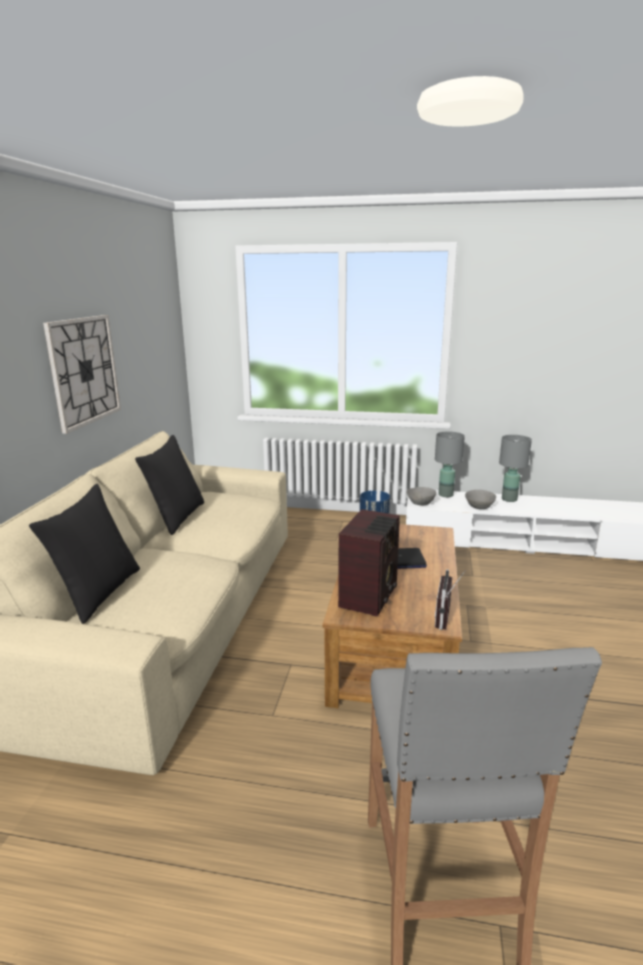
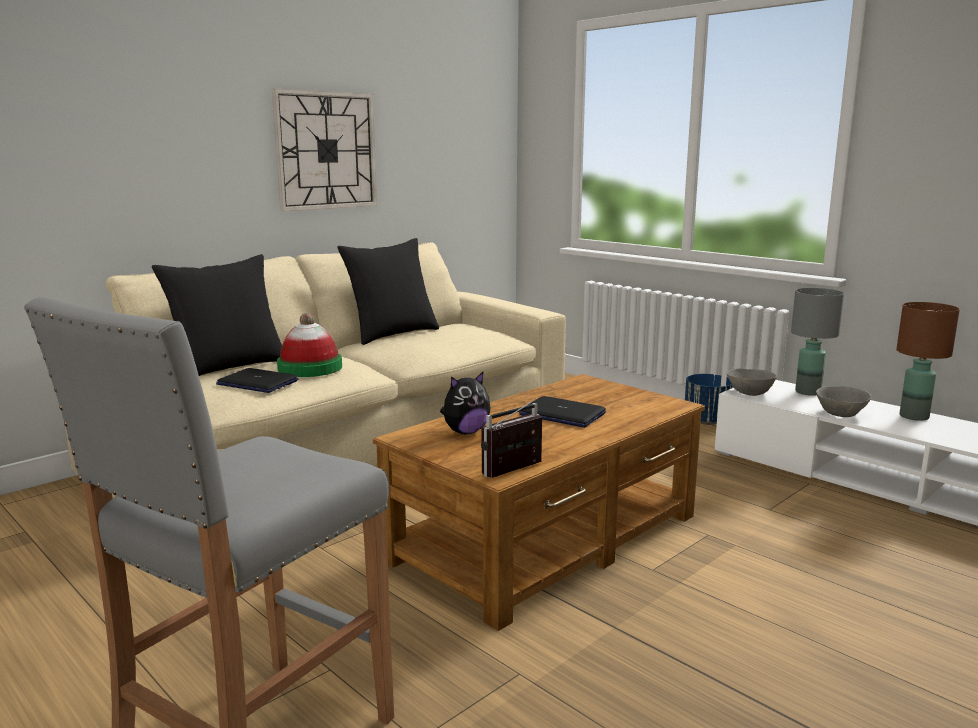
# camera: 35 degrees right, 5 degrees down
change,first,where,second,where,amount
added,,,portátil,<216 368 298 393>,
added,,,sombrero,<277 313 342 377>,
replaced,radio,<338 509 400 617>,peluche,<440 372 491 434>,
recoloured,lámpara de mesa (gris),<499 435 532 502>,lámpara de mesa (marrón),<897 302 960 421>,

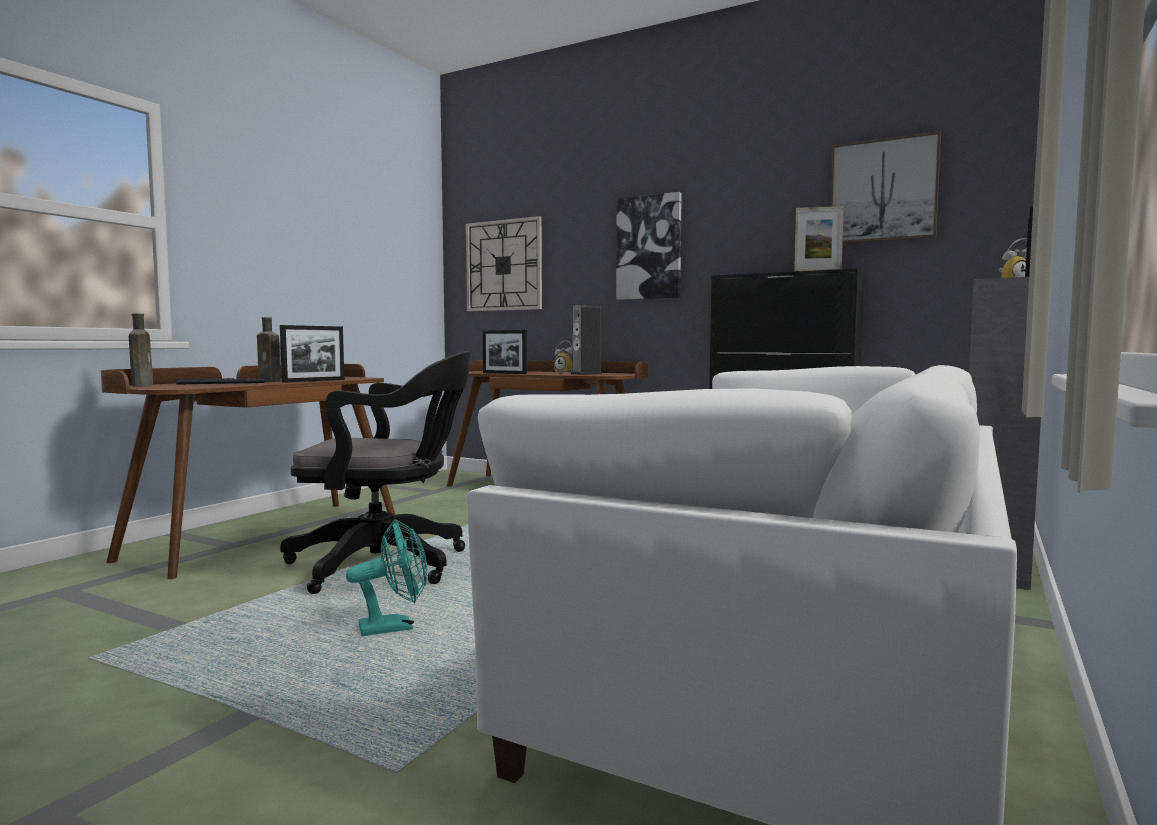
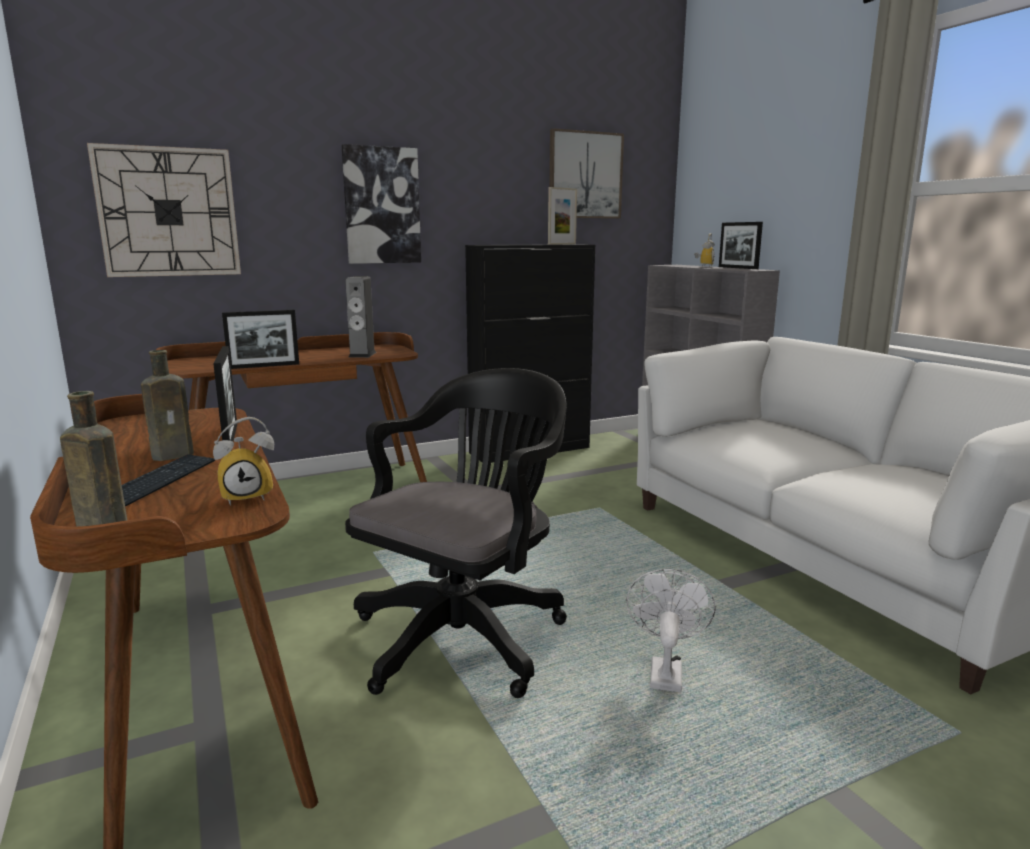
# camera: 55 degrees left, 10 degrees up
change,first,where,second,where,amount
moved,despertador,<554 340 573 374>,,<213 417 274 505>,
recoloured,ventilador (turquesa),<346 519 427 636>,ventilador (blanco),<626 569 716 692>,

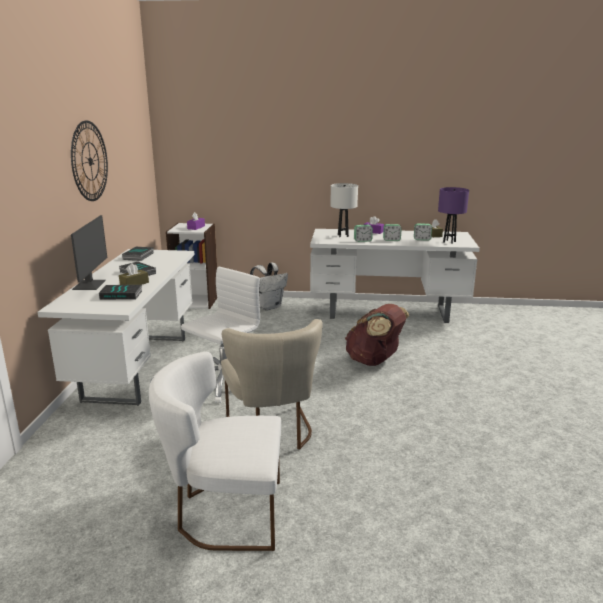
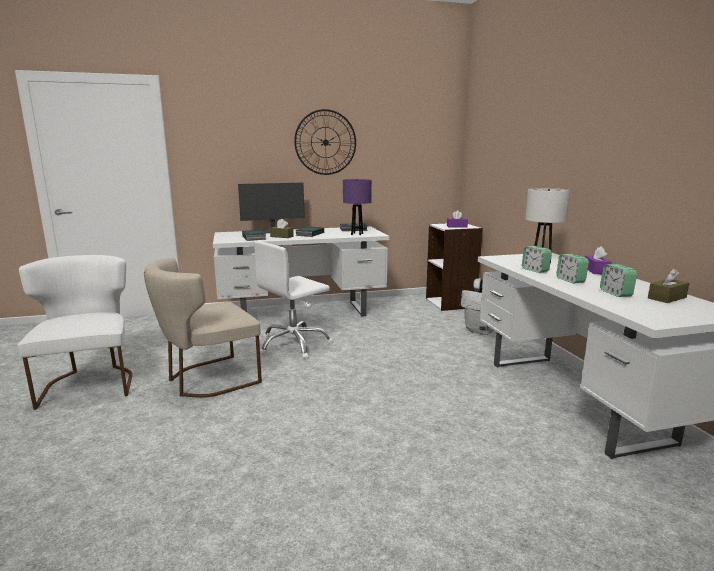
# camera: 70 degrees right, 5 degrees down
change,first,where,second,where,amount
turned,silla de oficina (blanco),<181 267 260 403>,,<253 241 333 359>,120 degrees clockwise
moved,lámpara de mesa (morado),<438 187 469 244>,,<343 179 372 235>,
removed,mochila (marrón),<345 304 409 366>,,,

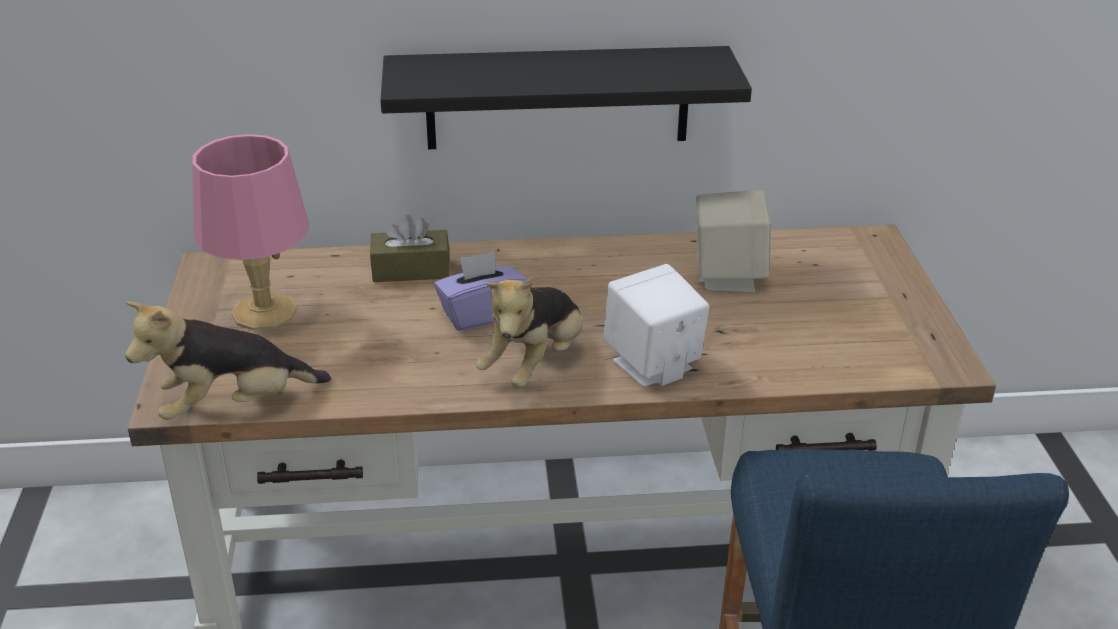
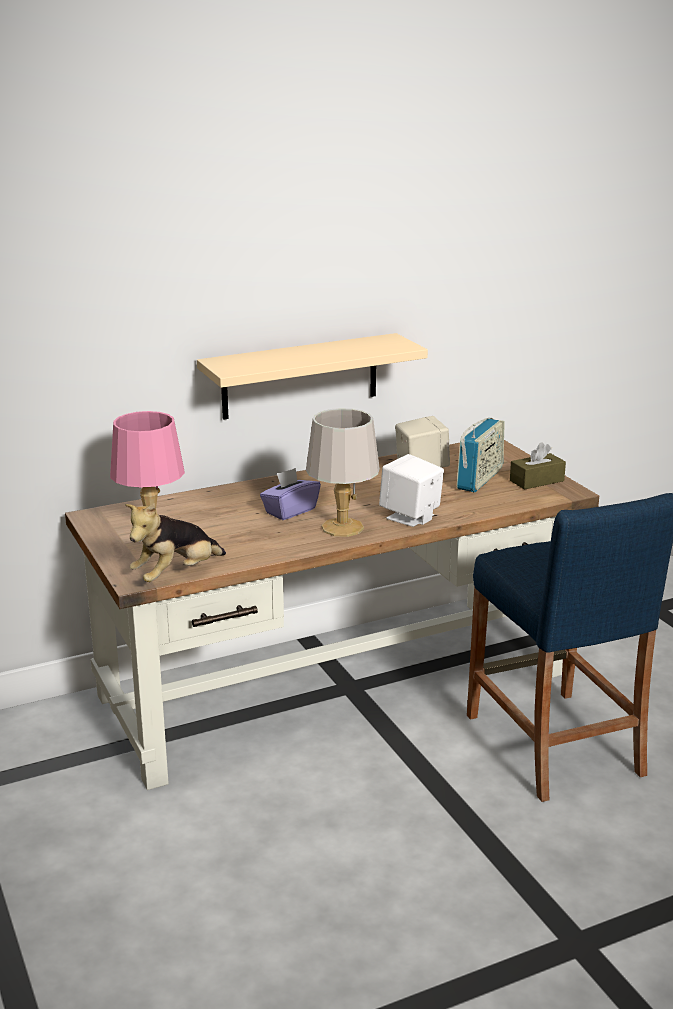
# camera: 20 degrees left, 10 degrees down
change,first,where,second,where,amount
recoloured,estante (negro),<380 46 752 149>,estante (beis),<197 333 428 420>,
replaced,peluche,<476 276 583 388>,lámpara de mesa (gris),<306 408 380 537>,
added,,,radio,<457 418 505 493>,
moved,caja de pañuelos (marrón),<370 214 450 282>,,<510 442 566 490>,

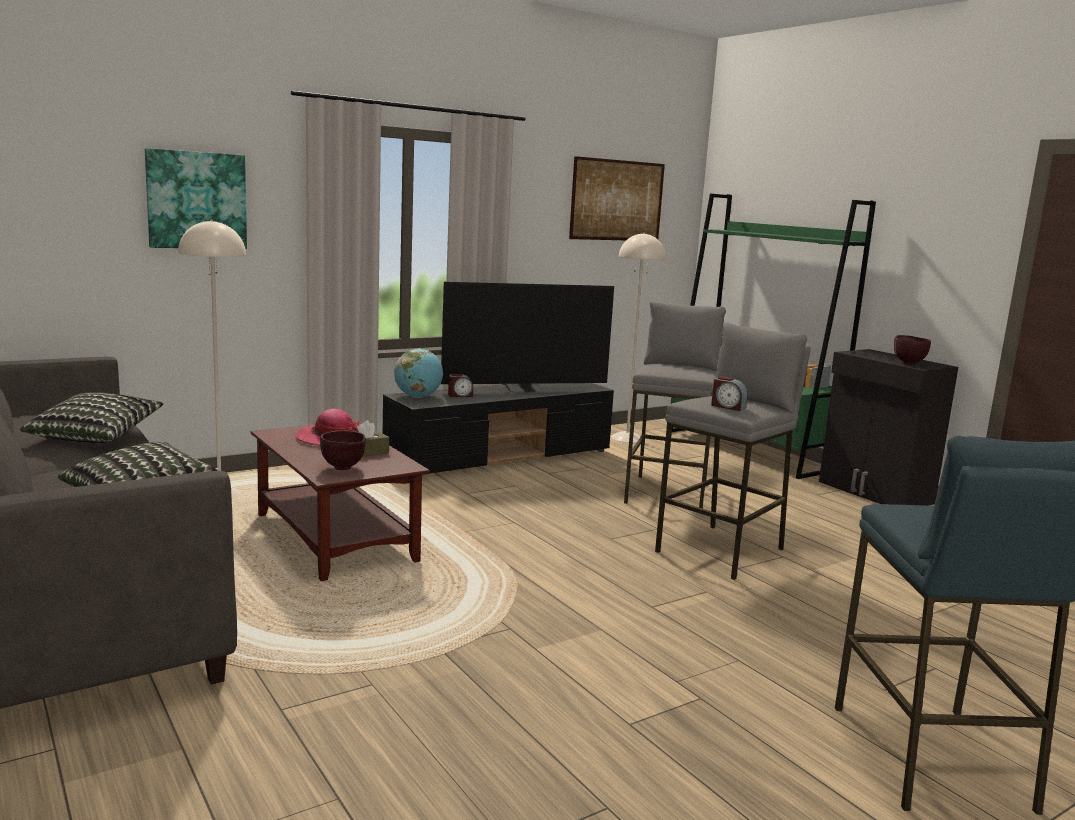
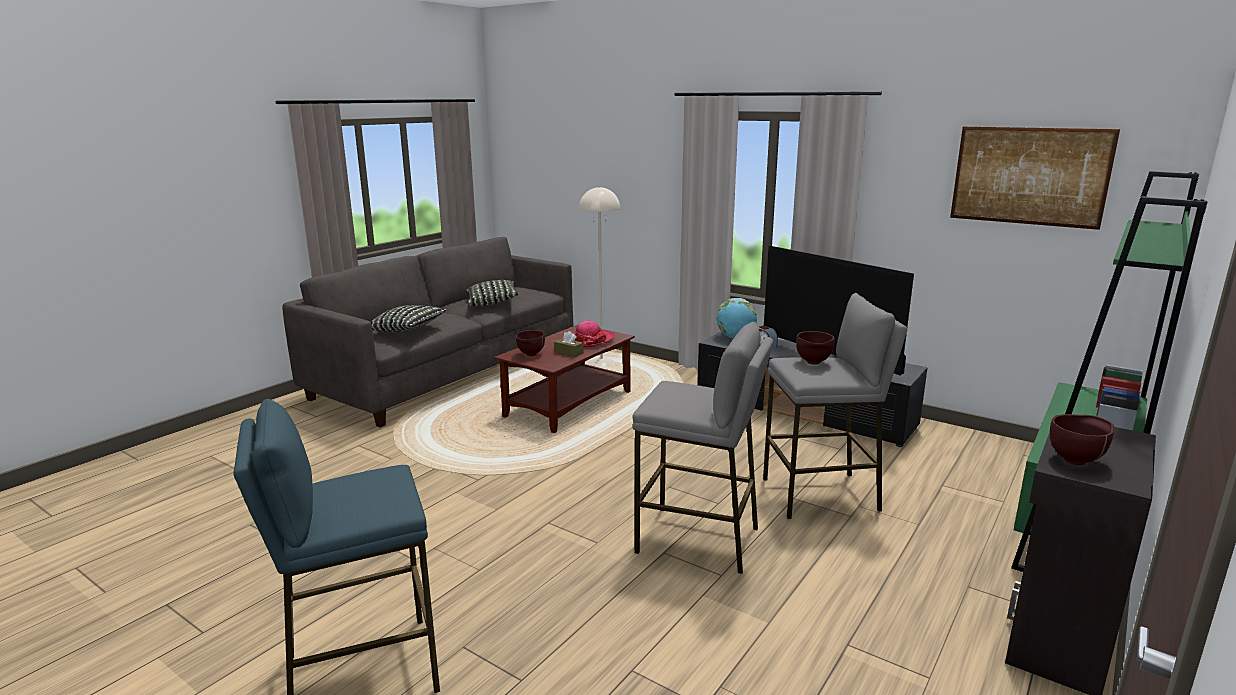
# camera: 70 degrees right, 5 degrees up
change,first,where,second,where,amount
added,,,cuenco (marrón),<796 331 835 365>,
removed,cuadro,<145 148 247 249>,,,
removed,lámpara de pie (beis),<611 232 666 443>,,,
removed,despertador,<711 376 748 411>,,,

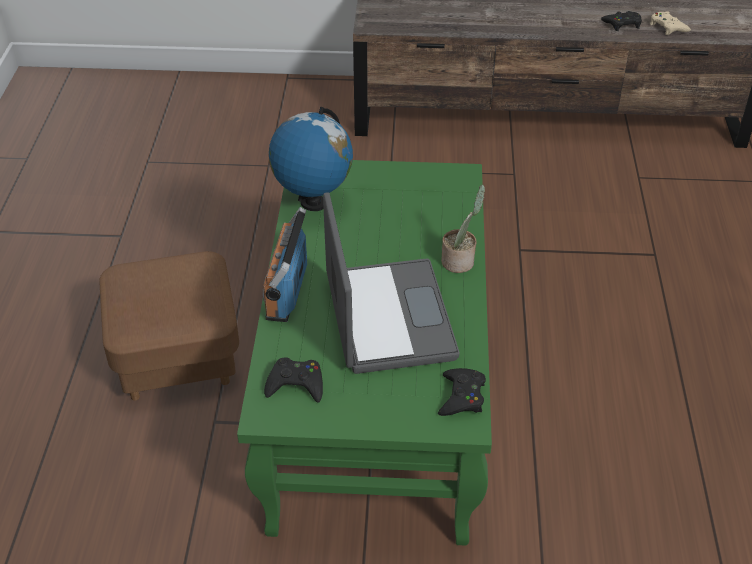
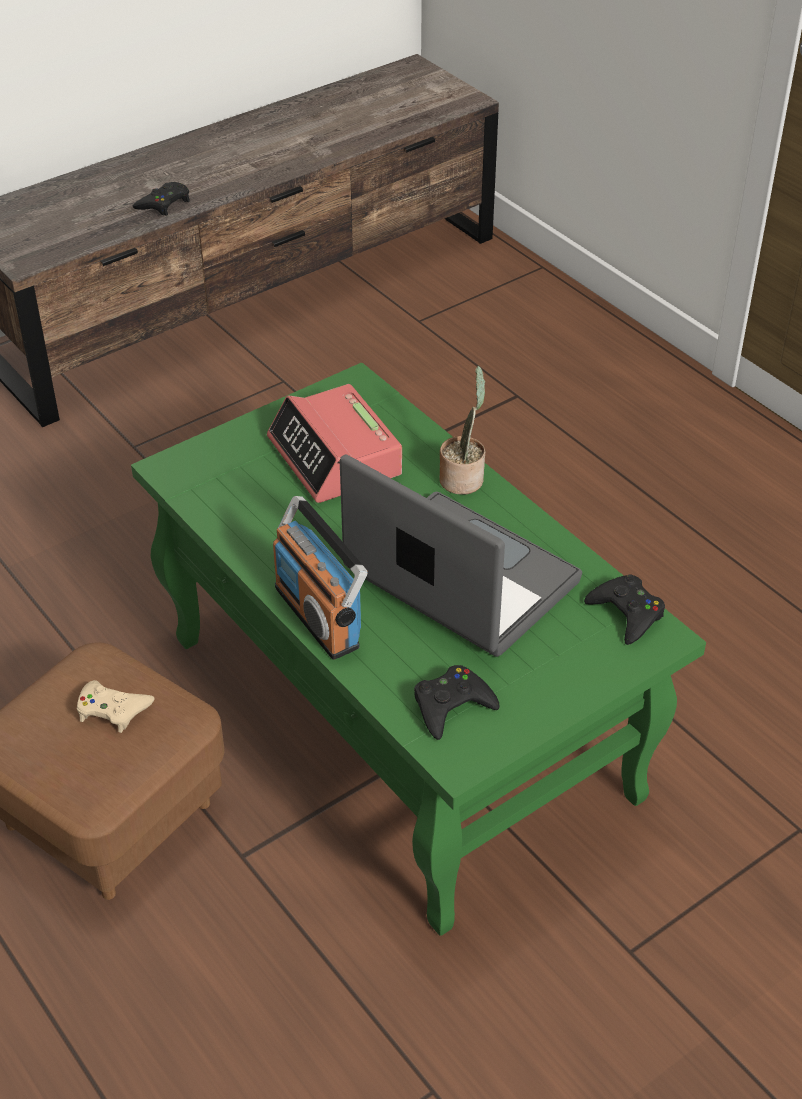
# camera: 40 degrees left, 0 degrees up
change,first,where,second,where,amount
moved,mando de consola (beis),<650 11 691 35>,,<77 680 154 733>,
moved,mando de consola (negro),<601 11 642 31>,,<133 182 190 216>,
added,,,despertador,<267 384 402 503>,
removed,globo terráqueo,<269 107 353 211>,,,

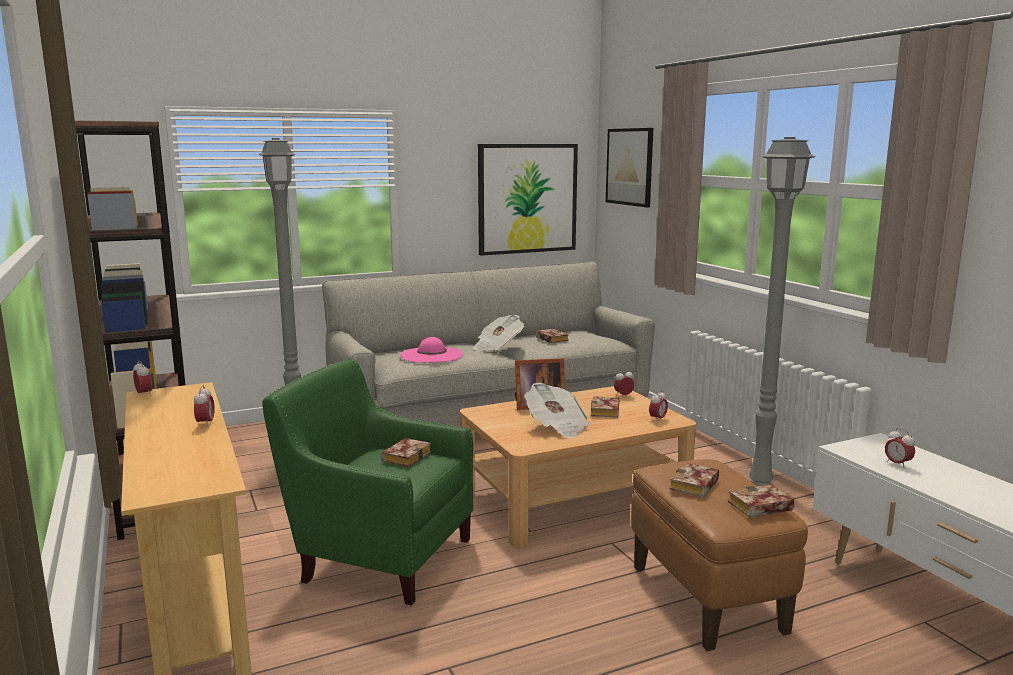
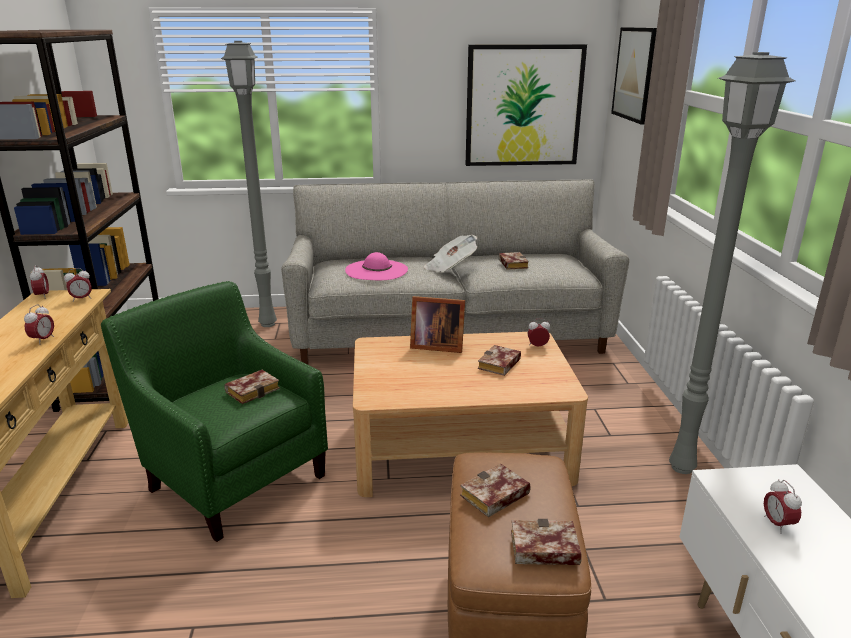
# camera: 20 degrees right, 10 degrees up
change,first,where,second,where,amount
moved,despertador,<649 390 668 421>,,<64 268 92 302>,
removed,periódico,<525 383 590 439>,,,

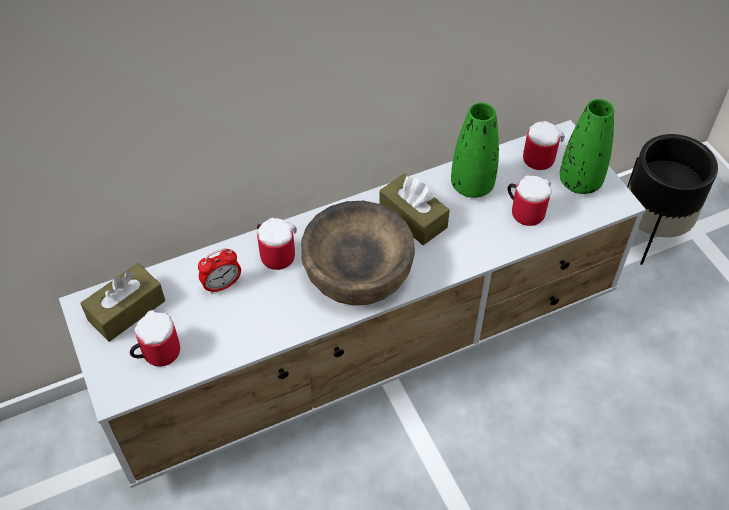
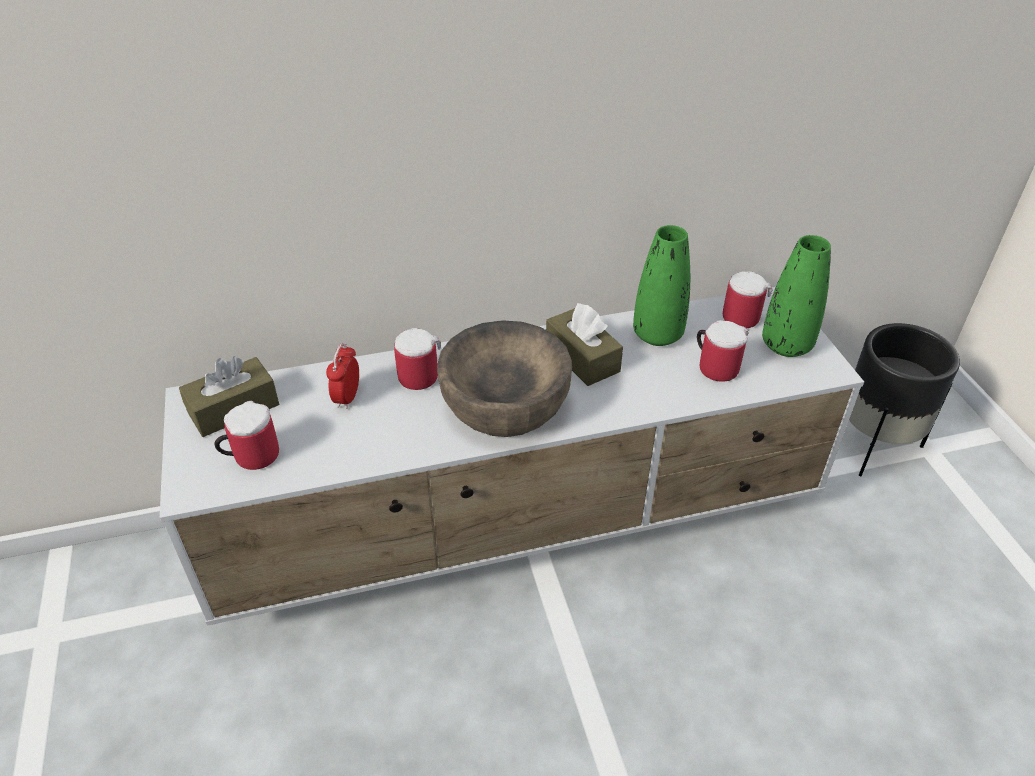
# camera: 10 degrees right, 10 degrees down
change,first,where,second,where,amount
turned,despertador,<198 248 241 294>,,<326 343 359 409>,120 degrees clockwise

